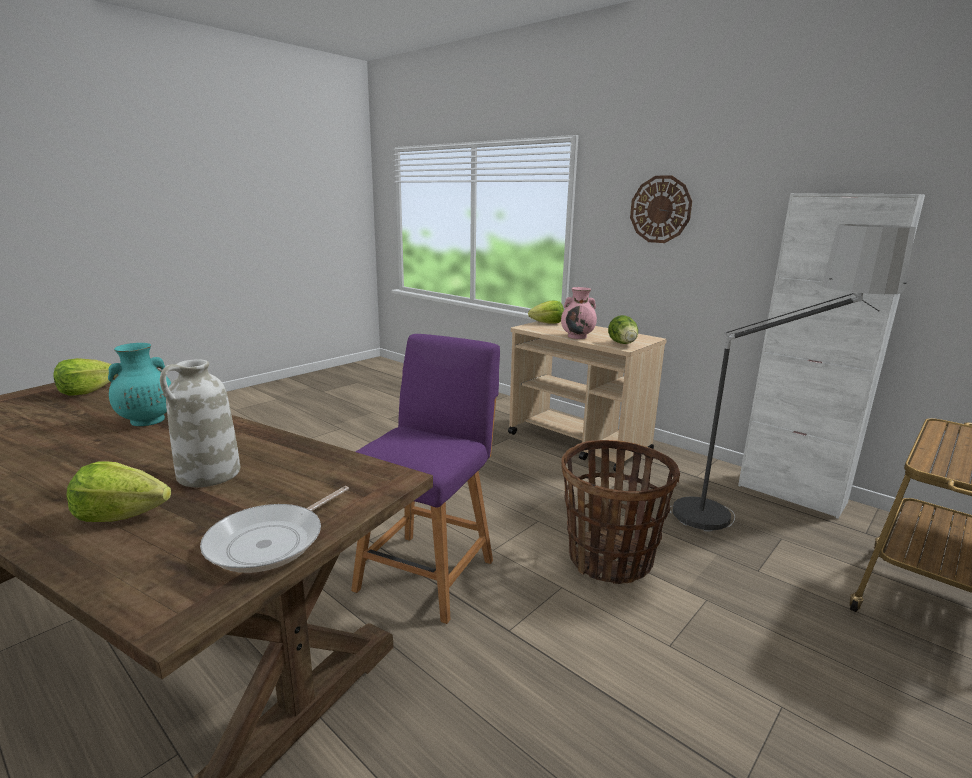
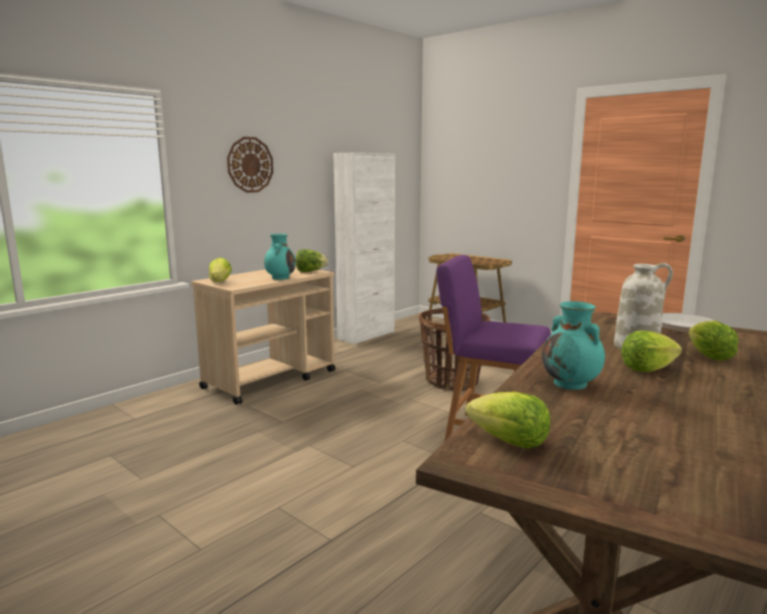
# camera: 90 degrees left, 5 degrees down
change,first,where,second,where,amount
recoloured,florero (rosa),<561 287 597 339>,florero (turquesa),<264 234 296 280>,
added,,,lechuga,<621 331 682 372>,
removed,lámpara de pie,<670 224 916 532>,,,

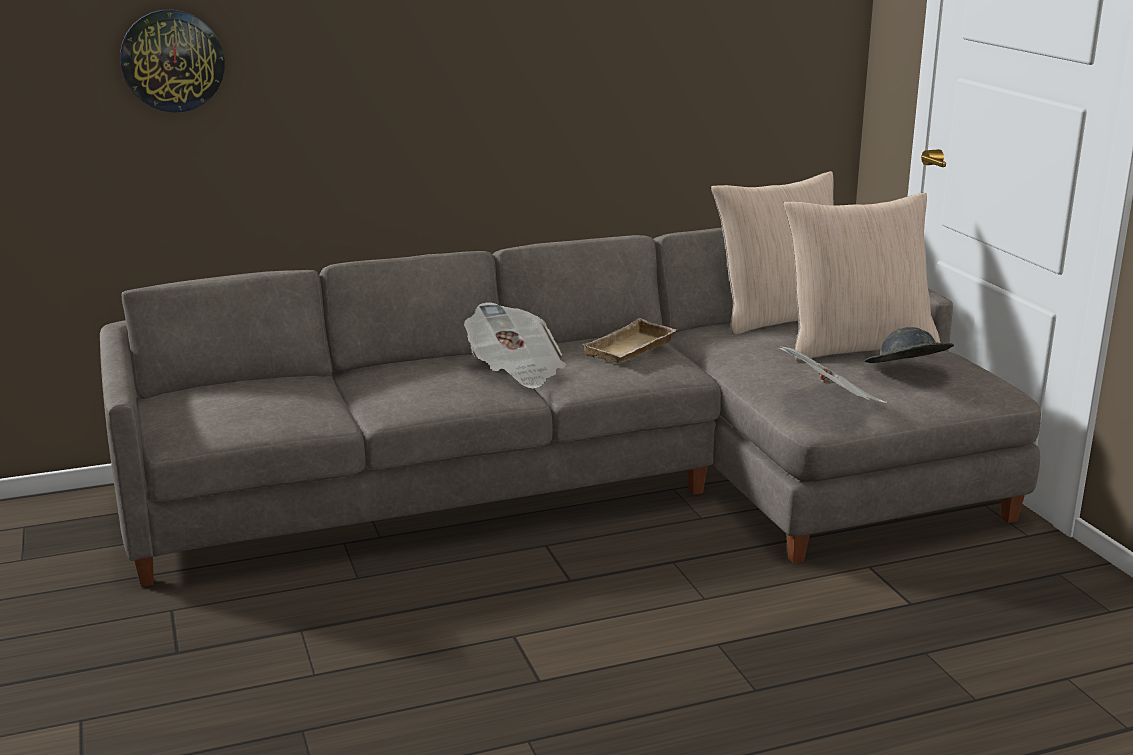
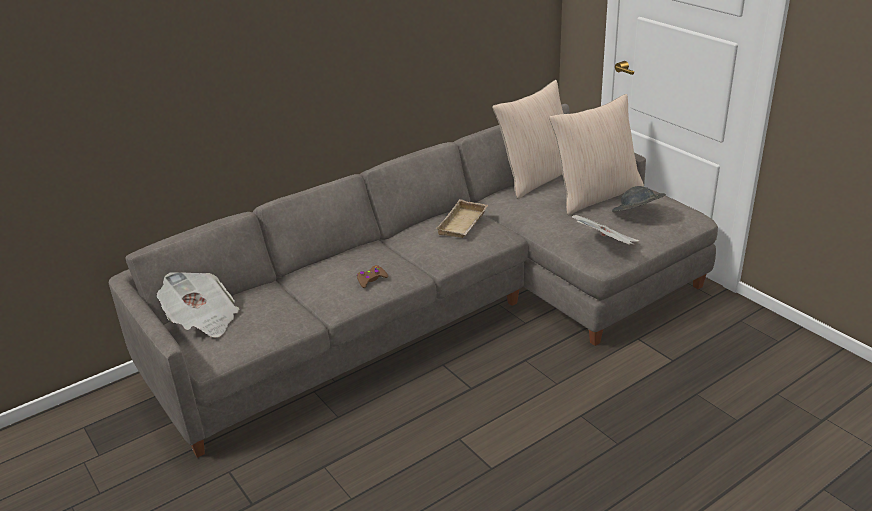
# camera: 15 degrees left, 10 degrees up
change,first,where,second,where,amount
moved,periódico,<464 302 566 389>,,<157 272 239 338>,
added,,,mando de consola (marrón),<357 265 388 288>,
removed,reloj de pared,<120 10 225 113>,,,

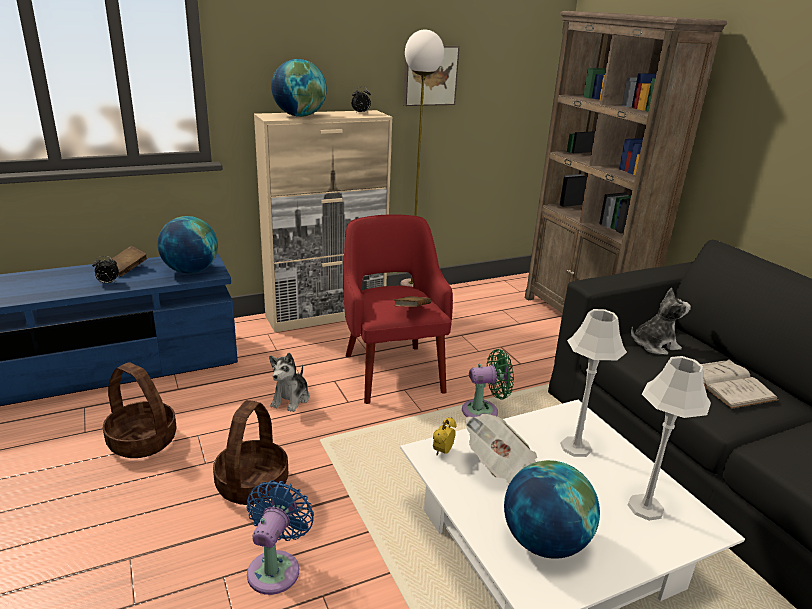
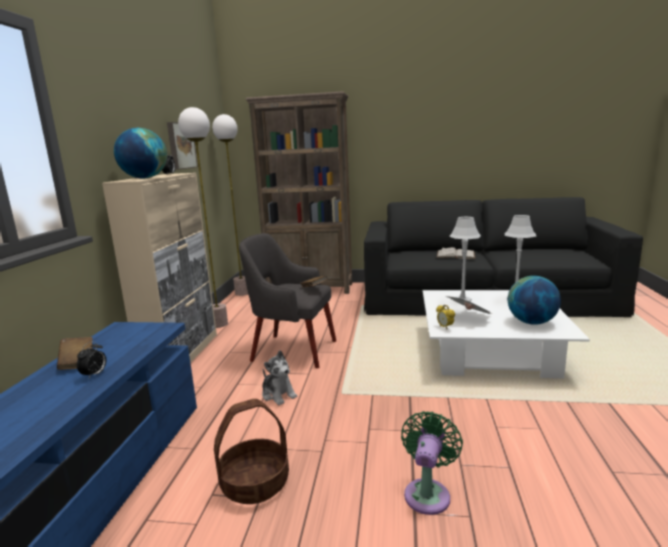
# camera: 55 degrees left, 10 degrees down
change,first,where,second,where,amount
added,,,lámpara de pie,<212 114 248 296>,
recoloured,sillón (rojo),<343 214 453 404>,sillón (gris),<239 233 336 368>,
moved,ventilador (verde),<462 349 514 417>,,<401 411 463 515>,
removed,globo terráqueo,<157 216 218 274>,,,
removed,cesta,<213 400 288 505>,,,
removed,ventilador (azul),<247 480 314 595>,,,
removed,peluche,<631 288 691 355>,,,

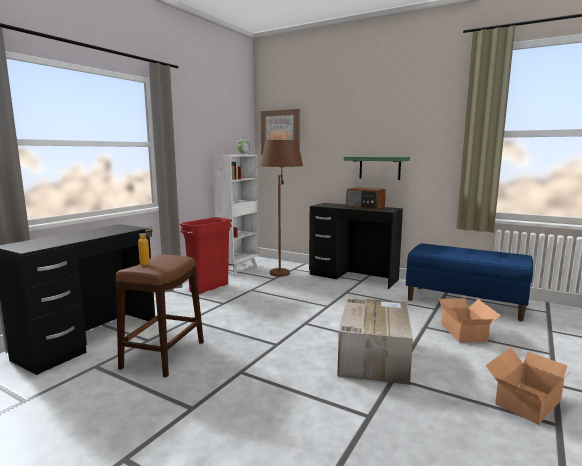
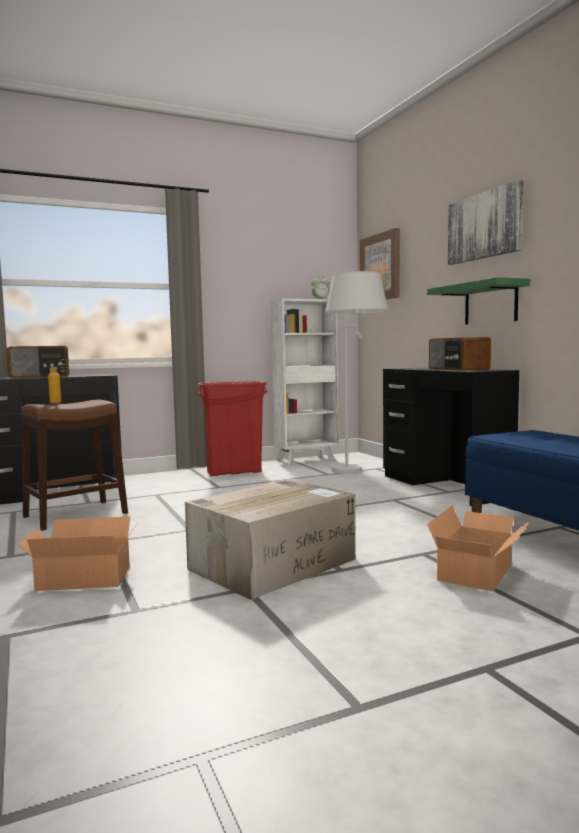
# camera: 35 degrees right, 5 degrees down
change,first,where,second,where,amount
added,,,radio,<6 346 69 379>,
moved,caja de cartón,<486 348 575 425>,,<18 516 137 591>,
recoloured,lámpara de pie (marrón),<260 140 303 277>,lámpara de pie (blanco),<325 271 388 474>,
added,,,cuadro,<448 180 524 265>,

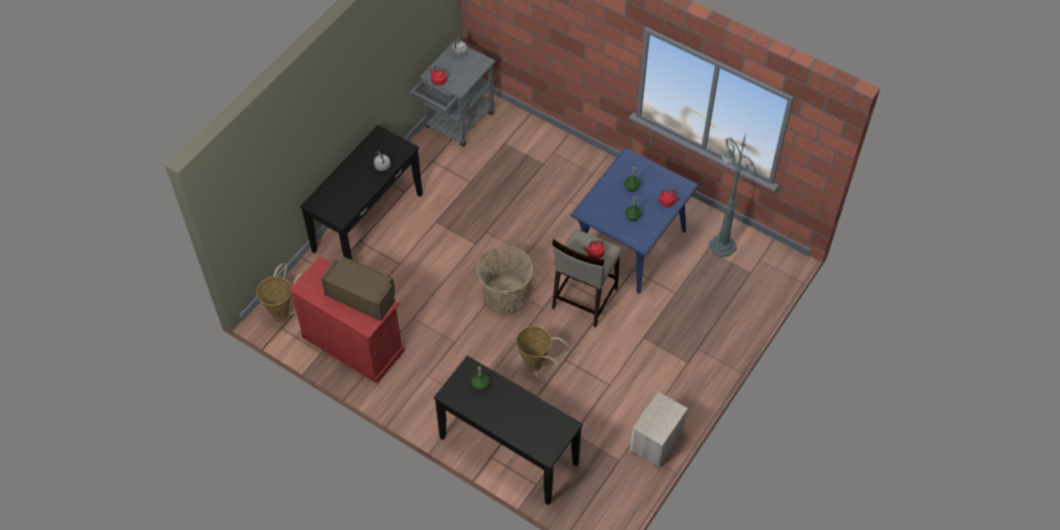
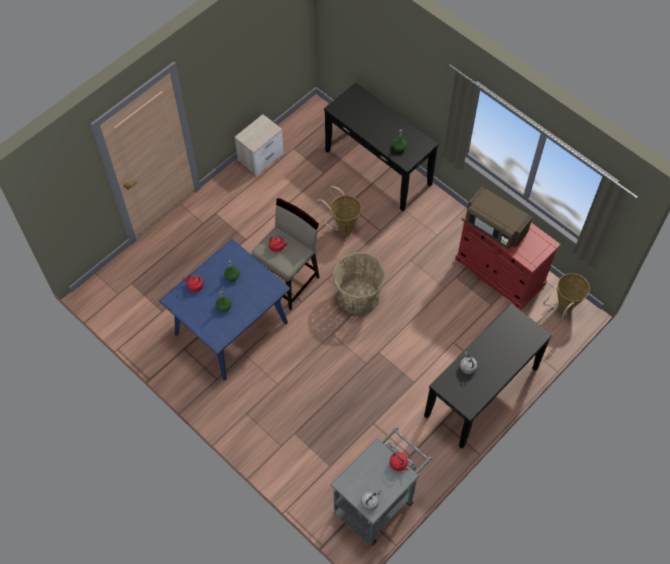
# camera: 170 degrees left, 5 degrees up
change,first,where,second,where,amount
removed,lámpara de pie (verde),<709 133 756 258>,,,

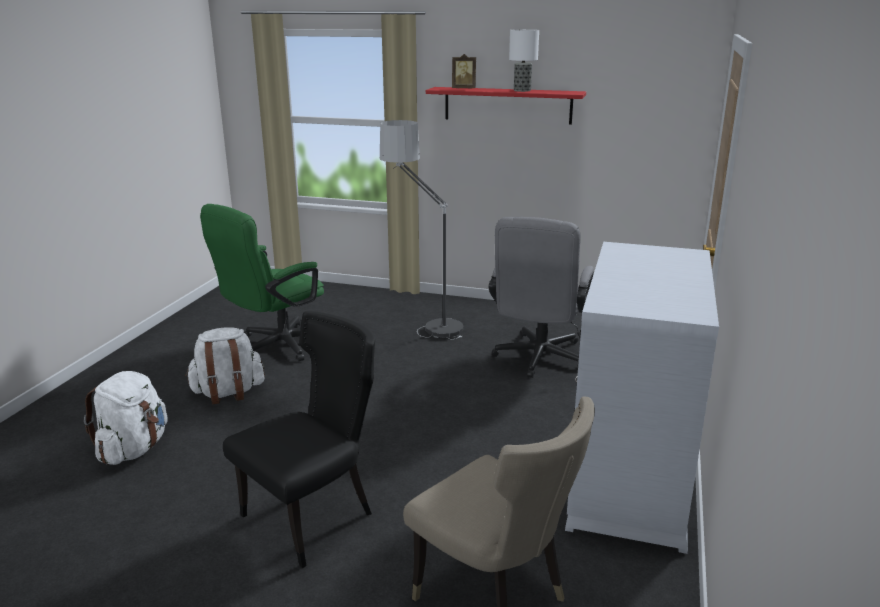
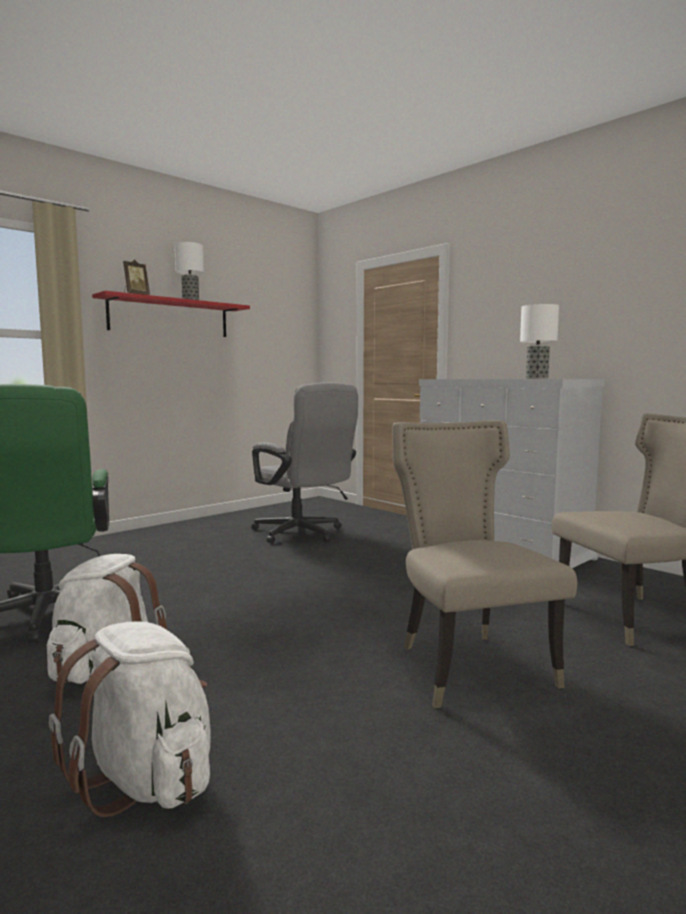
# camera: 60 degrees left, 15 degrees down
change,first,where,second,where,amount
recoloured,silla (negro),<223 311 375 568>,silla (beis),<393 420 577 708>,
added,,,lámpara de mesa,<520 304 559 379>,
removed,lámpara de pie,<380 120 463 340>,,,

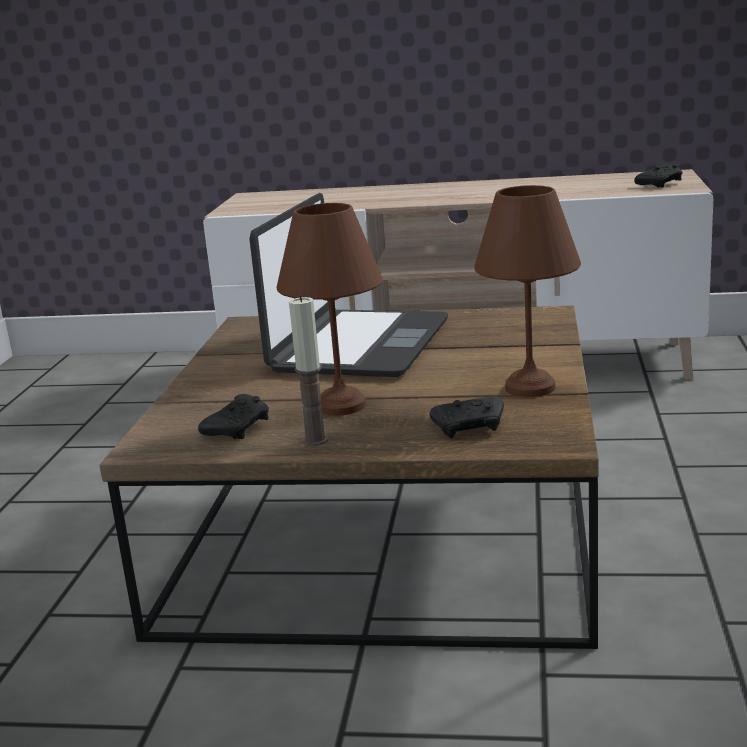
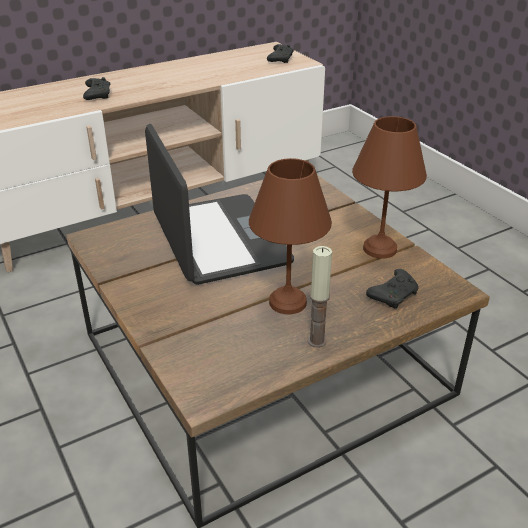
# camera: 40 degrees left, 15 degrees up
change,first,where,second,where,amount
moved,mando de consola (negro),<198 394 269 439>,,<83 77 110 100>,

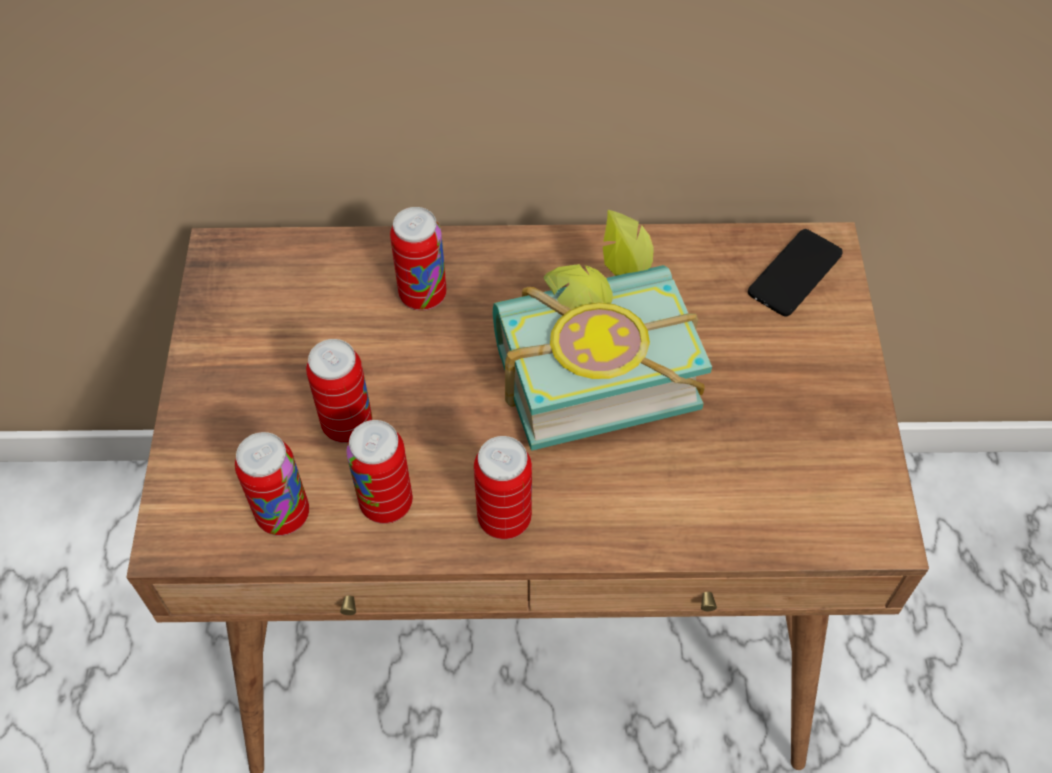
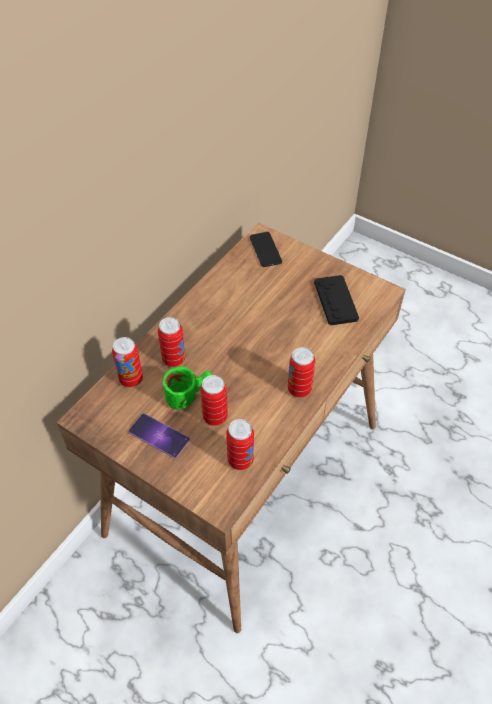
# camera: 55 degrees left, 5 degrees down
change,first,where,second,where,amount
moved,lata,<347 420 413 524>,,<112 337 143 388>,
added,,,móvil,<129 413 190 458>,
added,,,taza grande (verde),<162 366 212 410>,
added,,,mando de consola (negro),<314 275 359 325>,
removed,libro,<493 210 712 451>,,,

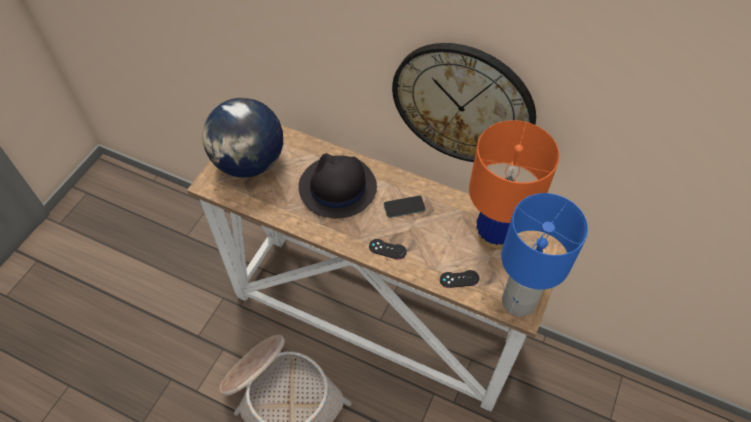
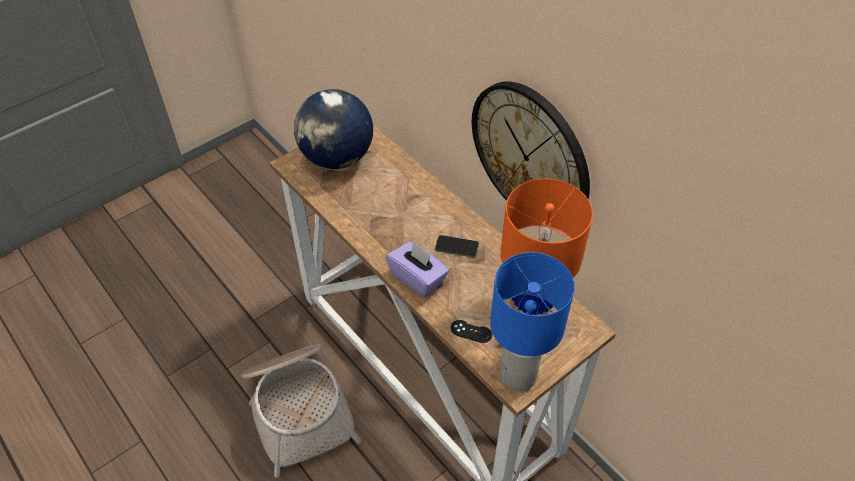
# camera: 25 degrees right, 5 degrees down
change,first,where,second,where,amount
replaced,mando de consola (negro),<369 239 407 259>,caja de pañuelos (morado),<386 242 449 298>,
removed,sombrero (negro),<298 153 377 219>,,,

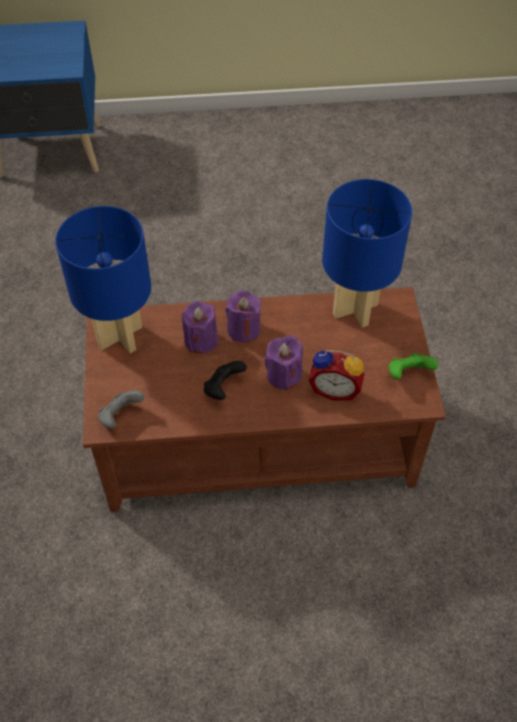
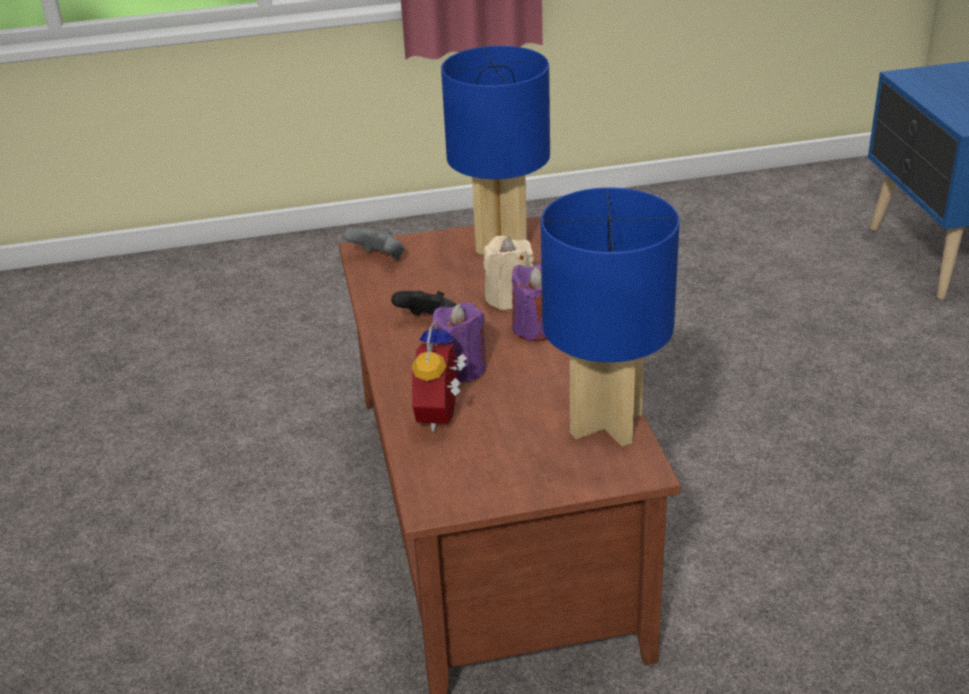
# camera: 85 degrees right, 20 degrees down
change,first,where,second,where,amount
recoloured,vela (morado),<182 301 218 354>,vela (beis),<484 236 534 310>,
removed,mando de consola (verde),<389 353 438 379>,,,

